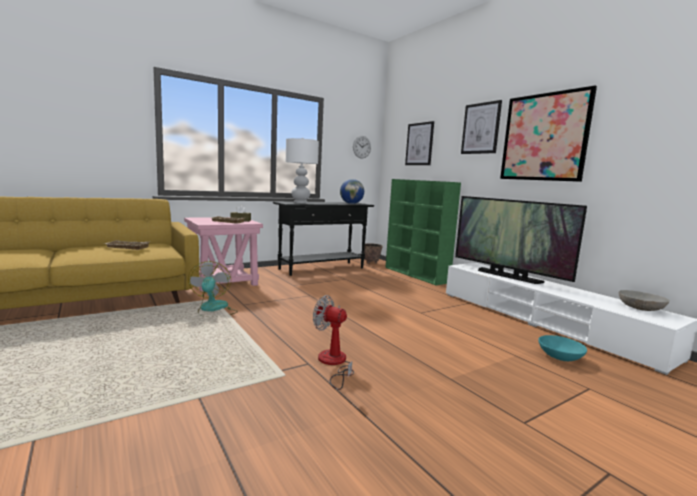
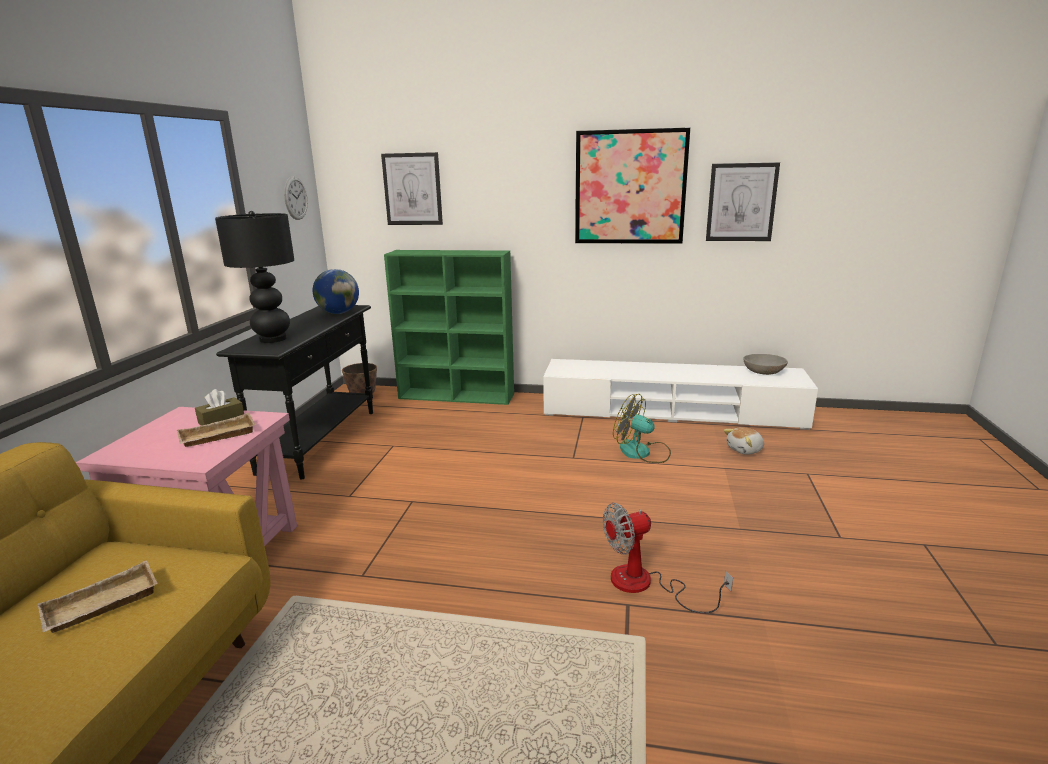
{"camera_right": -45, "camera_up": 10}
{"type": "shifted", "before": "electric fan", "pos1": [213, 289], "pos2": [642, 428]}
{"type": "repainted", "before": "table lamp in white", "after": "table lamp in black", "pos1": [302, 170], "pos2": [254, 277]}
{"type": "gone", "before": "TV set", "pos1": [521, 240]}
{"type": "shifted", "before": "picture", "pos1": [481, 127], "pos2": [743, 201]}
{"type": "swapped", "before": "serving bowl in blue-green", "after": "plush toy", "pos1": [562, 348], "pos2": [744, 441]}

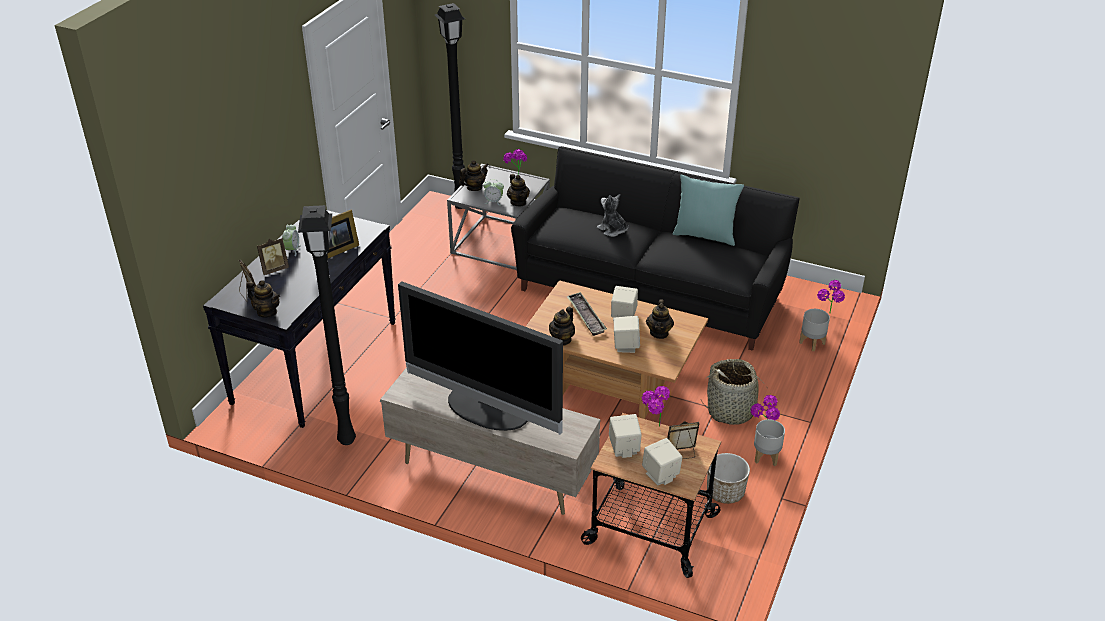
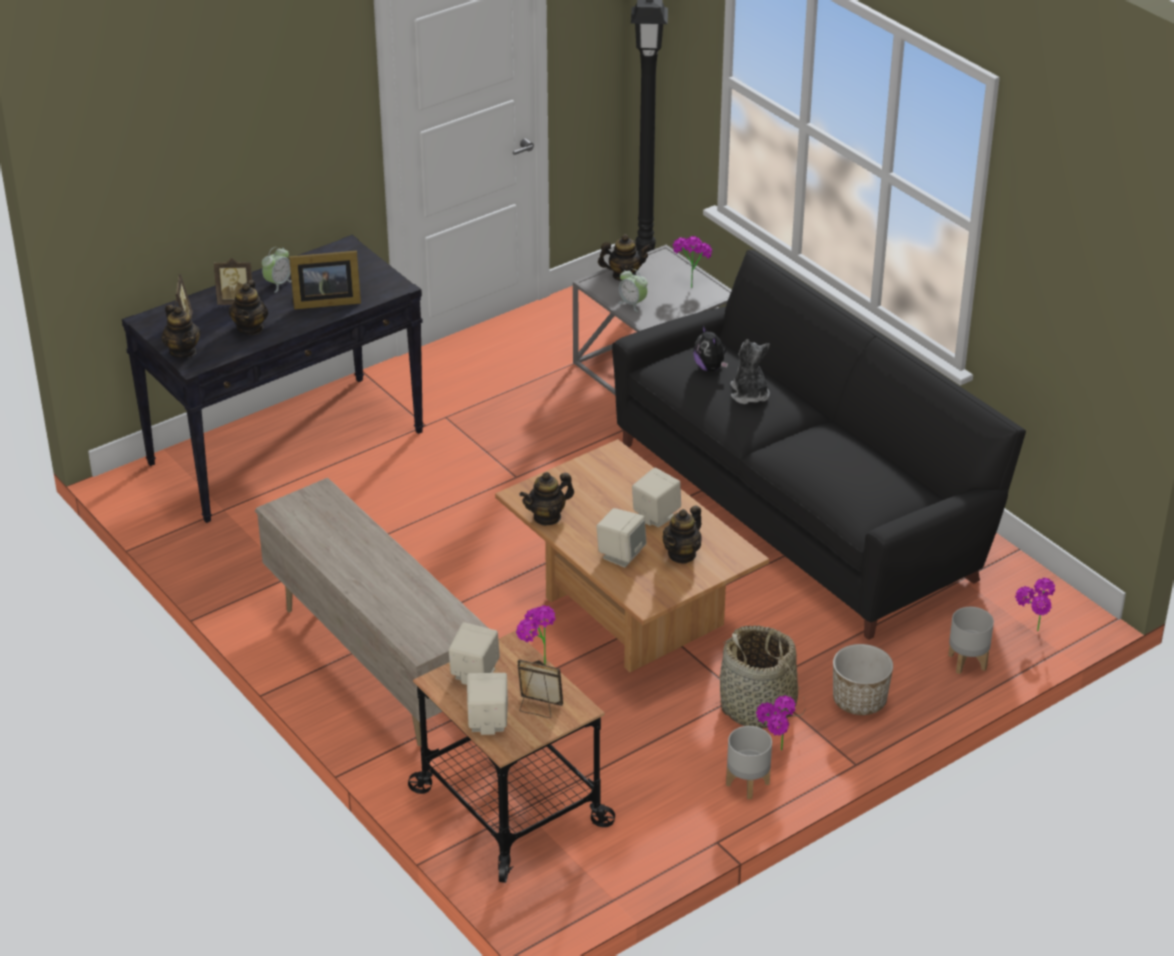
{"camera_right": 30, "camera_up": 0}
{"type": "gone", "before": "standing lamp in black", "pos1": [327, 325]}
{"type": "gone", "before": "TV set", "pos1": [480, 358]}
{"type": "shifted", "before": "teapot", "pos1": [518, 190], "pos2": [248, 307]}
{"type": "gone", "before": "tray", "pos1": [586, 314]}
{"type": "gone", "before": "pillow in blue-green", "pos1": [708, 210]}
{"type": "shifted", "before": "plant pot", "pos1": [728, 478], "pos2": [863, 679]}
{"type": "new", "after": "plush toy", "pos2": [710, 349]}

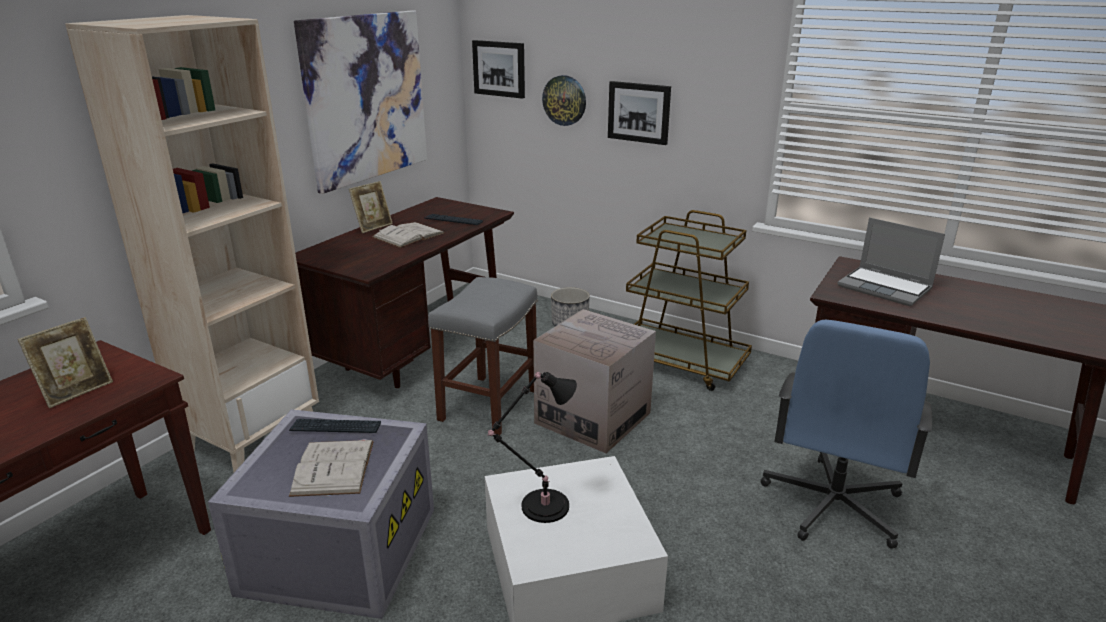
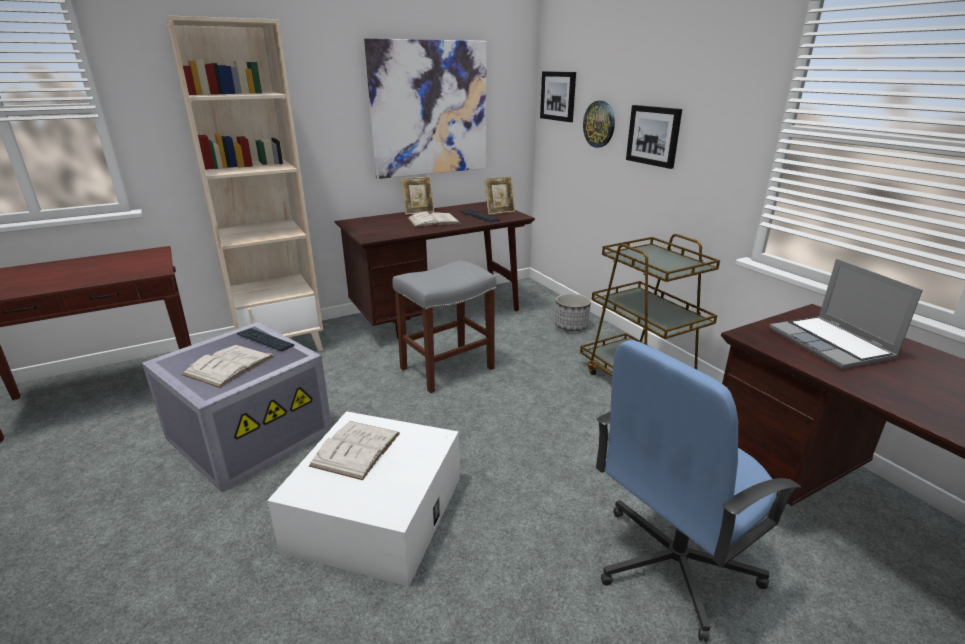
{"camera_right": 30, "camera_up": 0}
{"type": "shifted", "before": "standing frame", "pos1": [65, 362], "pos2": [499, 195]}
{"type": "swapped", "before": "table lamp in black", "after": "bound book in white", "pos1": [532, 447], "pos2": [354, 450]}
{"type": "gone", "before": "cardboard box", "pos1": [594, 381]}

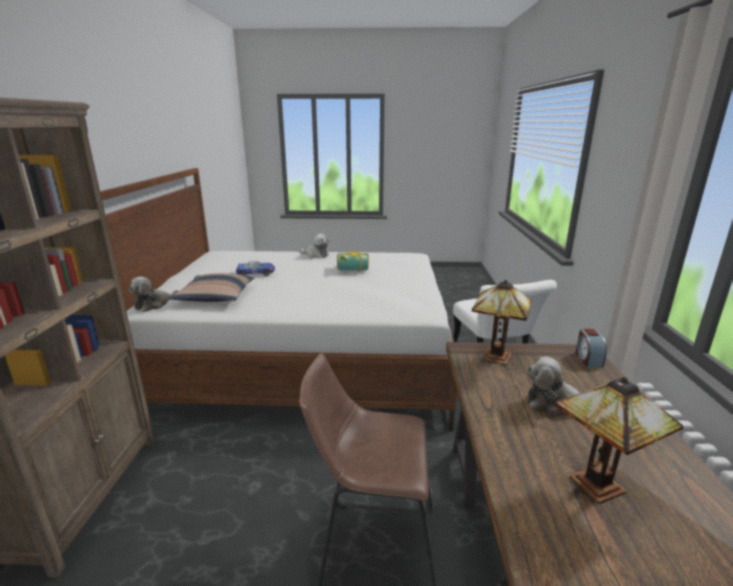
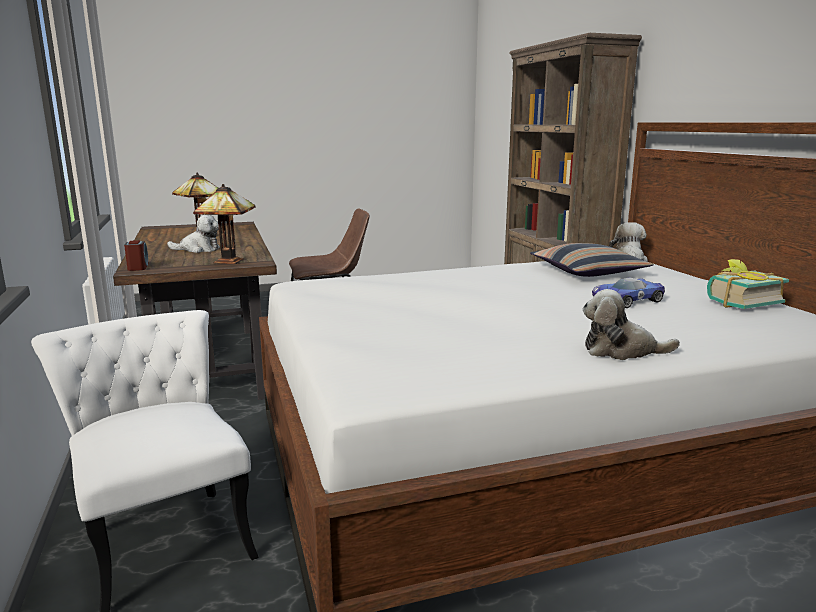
{"camera_right": 160, "camera_up": -5}
{"type": "shifted", "before": "bound book", "pos1": [353, 261], "pos2": [748, 284]}

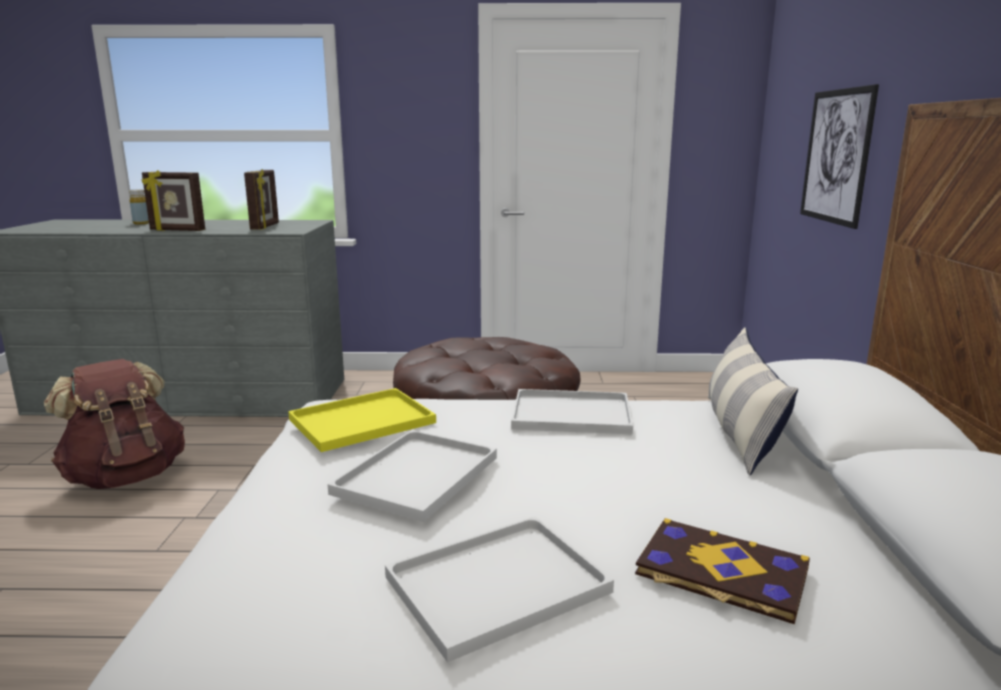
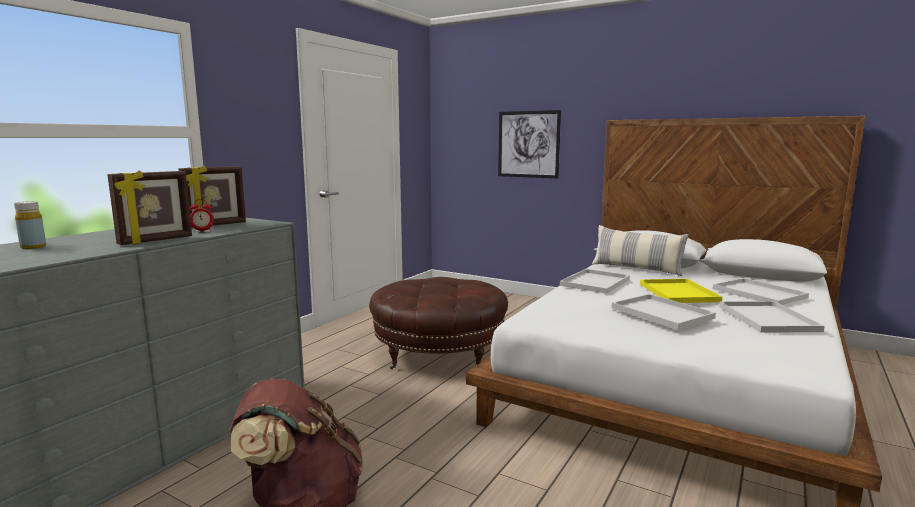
{"camera_right": -60, "camera_up": -5}
{"type": "rotated", "before": "standing frame", "pos1": [261, 199], "pos2": [212, 196], "turn": 105}
{"type": "shifted", "before": "tray in yellow-coloured", "pos1": [362, 420], "pos2": [681, 291]}
{"type": "swapped", "before": "bound book", "after": "tray in white", "pos1": [722, 571], "pos2": [761, 291]}
{"type": "new", "after": "bedside clock", "pos2": [201, 215]}

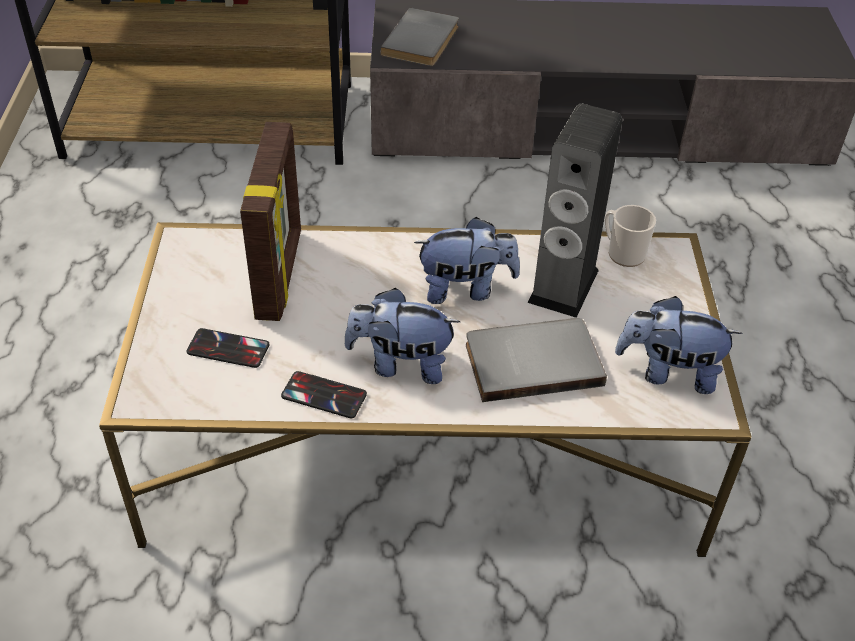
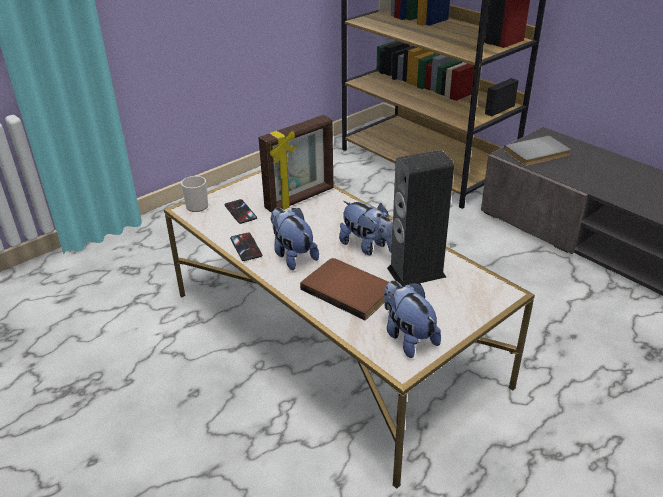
{"camera_right": 50, "camera_up": -10}
{"type": "repainted", "before": "bound book in grey", "after": "bound book in brownish", "pos1": [536, 360], "pos2": [344, 289]}
{"type": "shifted", "before": "tea mug", "pos1": [630, 236], "pos2": [194, 194]}

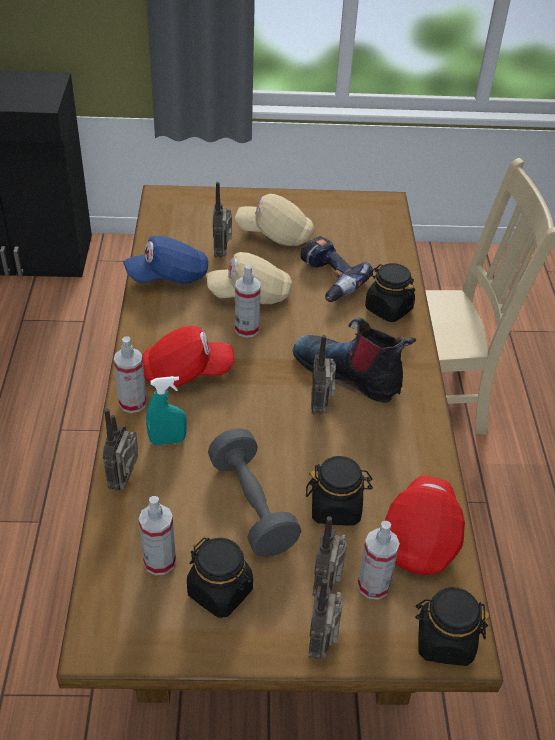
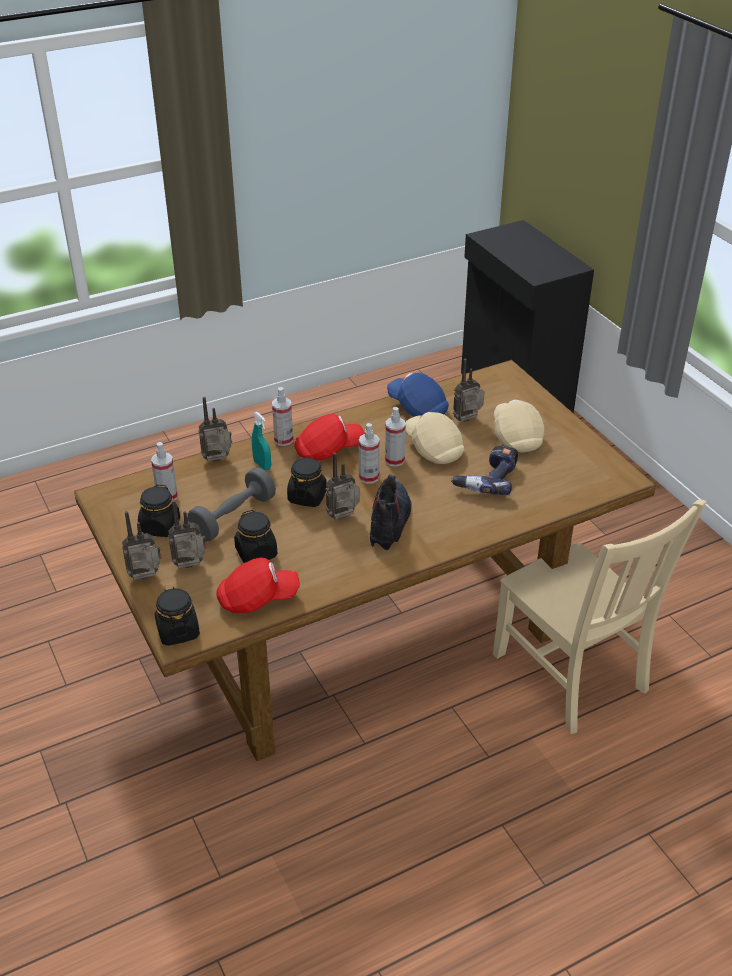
{"camera_right": 65, "camera_up": -5}
{"type": "rotated", "before": "peaked cap in red", "pos1": [188, 356], "pos2": [329, 437], "turn": -75}
{"type": "shifted", "before": "spray bottle", "pos1": [379, 560], "pos2": [369, 453]}
{"type": "shifted", "before": "jar in black", "pos1": [390, 292], "pos2": [307, 482]}

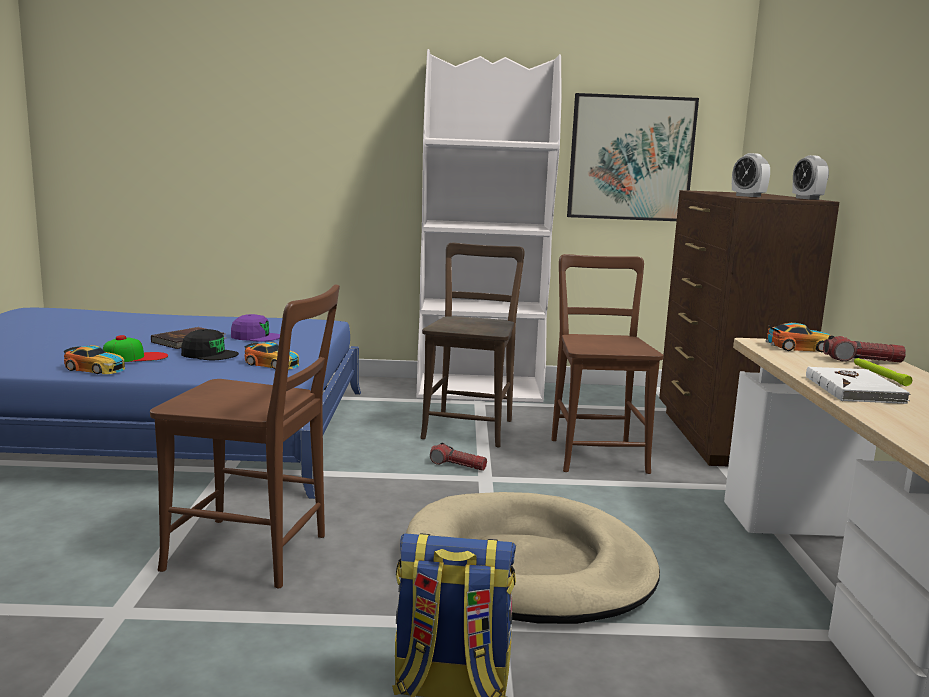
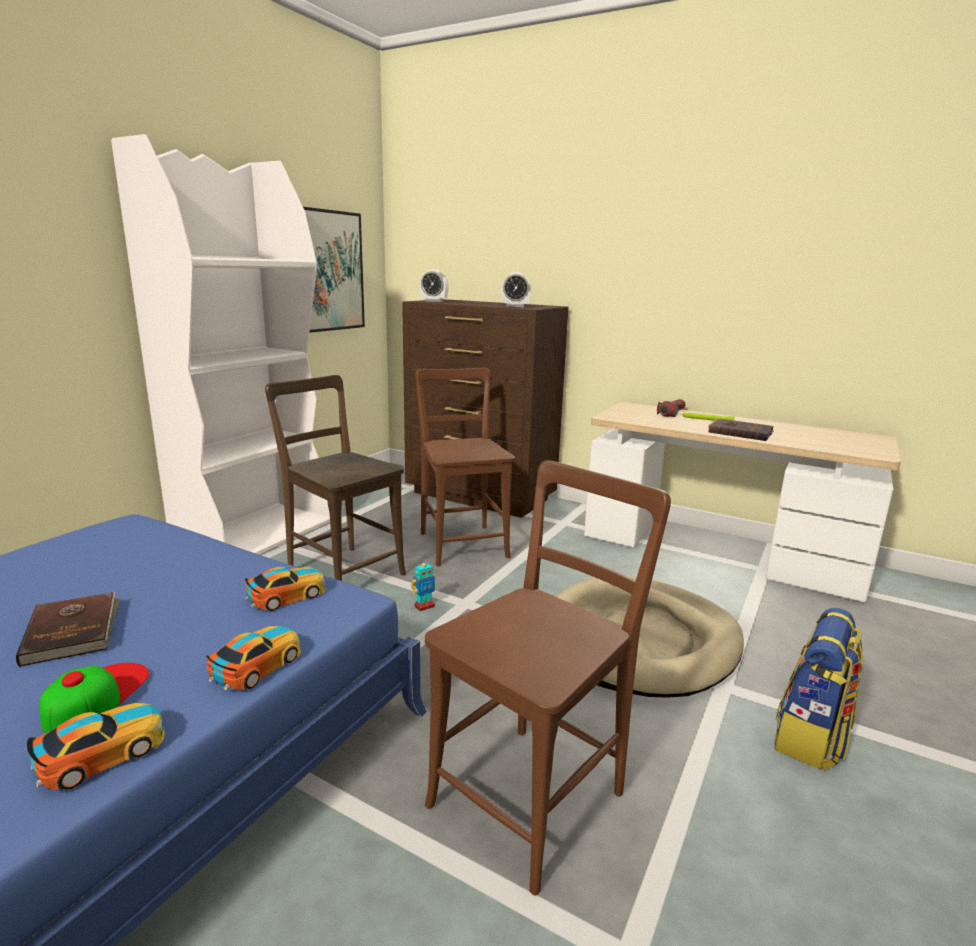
{"camera_right": -60, "camera_up": 5}
{"type": "gone", "before": "peaked cap in black", "pos1": [210, 344]}
{"type": "gone", "before": "peaked cap in purple", "pos1": [255, 328]}
{"type": "swapped", "before": "flashlight", "after": "toy robot", "pos1": [458, 457], "pos2": [423, 586]}
{"type": "rotated", "before": "chair in brownish", "pos1": [607, 364], "pos2": [465, 467], "turn": 45}
{"type": "shifted", "before": "model car", "pos1": [798, 337], "pos2": [253, 658]}
{"type": "shifted", "before": "bedside clock", "pos1": [810, 177], "pos2": [434, 285]}
{"type": "repainted", "before": "bound book in white", "after": "bound book in brownish", "pos1": [858, 385], "pos2": [741, 429]}

